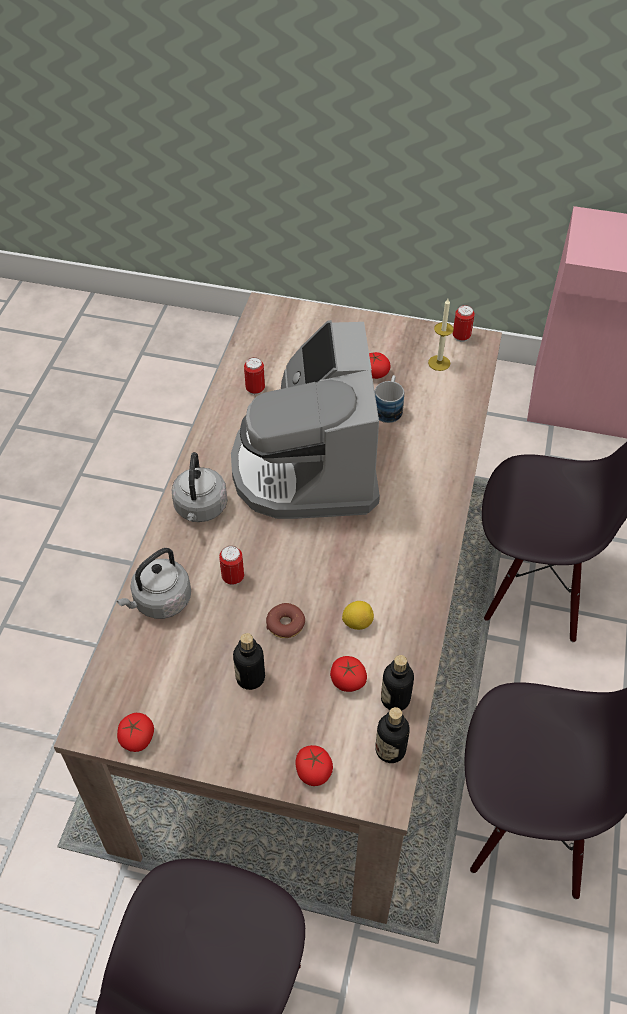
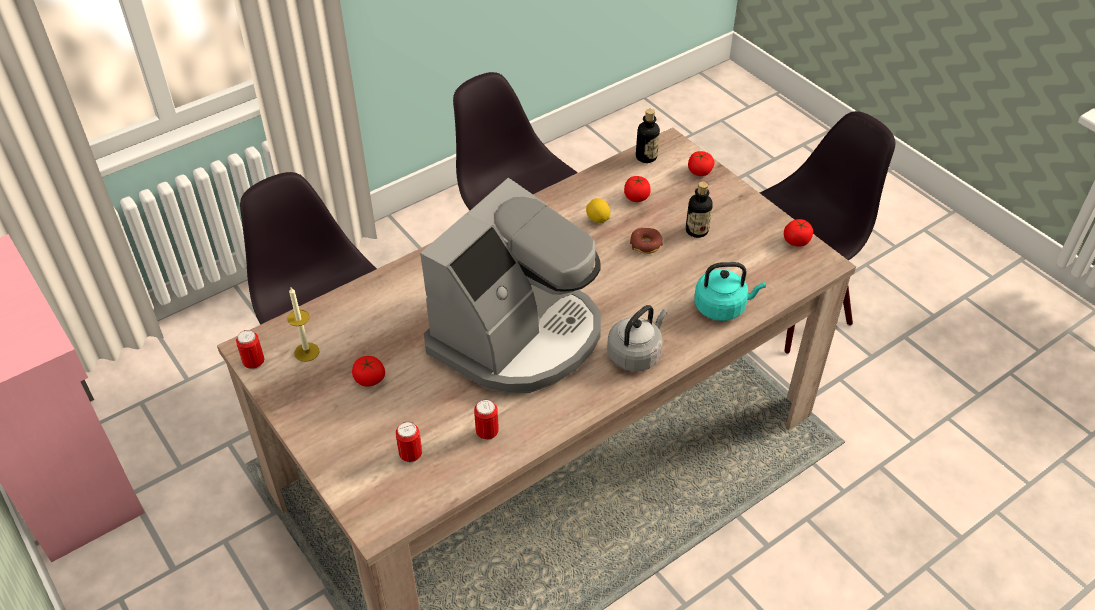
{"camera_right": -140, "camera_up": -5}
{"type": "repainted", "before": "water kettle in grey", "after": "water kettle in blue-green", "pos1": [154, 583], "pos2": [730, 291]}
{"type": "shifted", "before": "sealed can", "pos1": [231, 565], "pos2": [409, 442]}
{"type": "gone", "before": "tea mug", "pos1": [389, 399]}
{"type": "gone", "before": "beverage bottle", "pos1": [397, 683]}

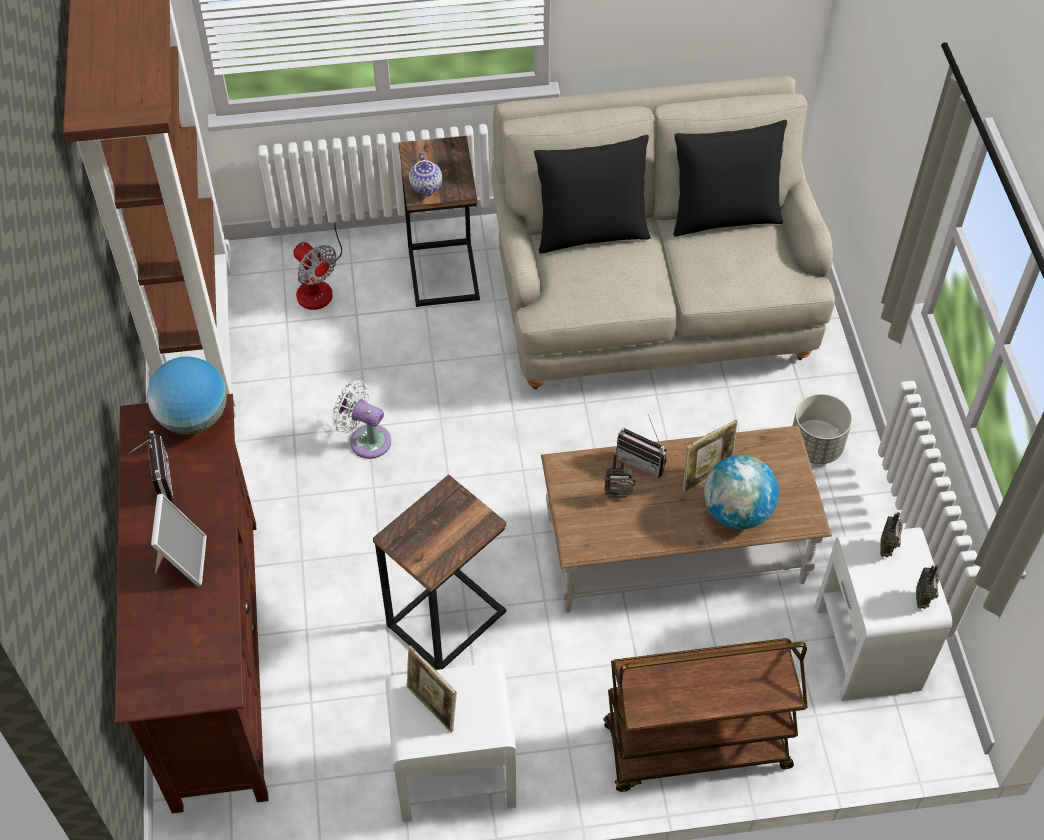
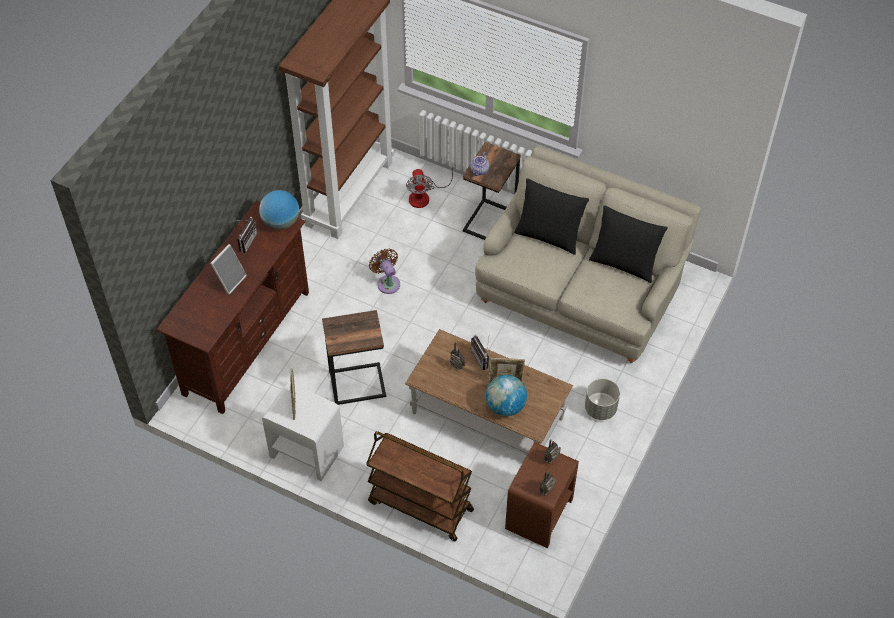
{"camera_right": 35, "camera_up": 0}
{"type": "repainted", "before": "electric fan in white", "after": "electric fan in brownish", "pos1": [361, 419], "pos2": [384, 271]}
{"type": "repainted", "before": "bedside table in white", "after": "bedside table in brownish", "pos1": [883, 614], "pos2": [542, 495]}

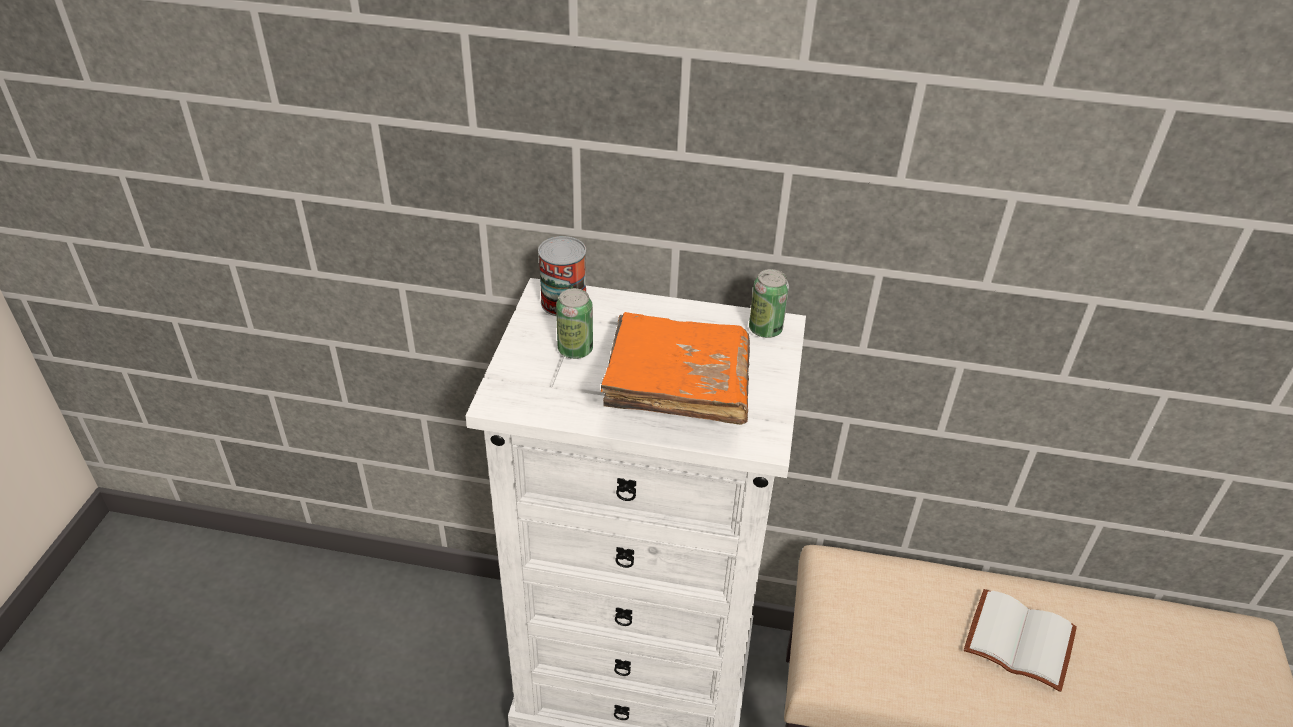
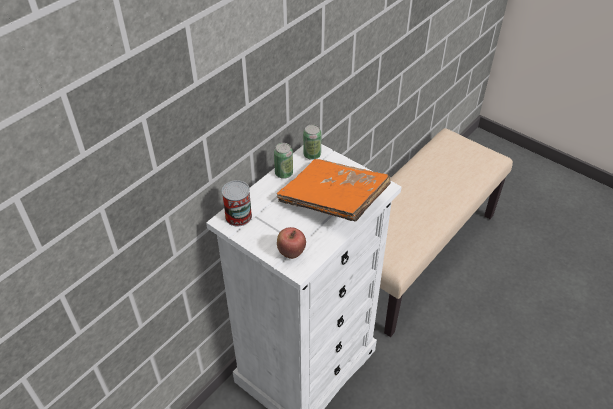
{"camera_right": -60, "camera_up": 5}
{"type": "shifted", "before": "sealed can", "pos1": [574, 323], "pos2": [283, 161]}
{"type": "gone", "before": "bound book in white", "pos1": [1020, 640]}
{"type": "new", "after": "apple", "pos2": [291, 243]}

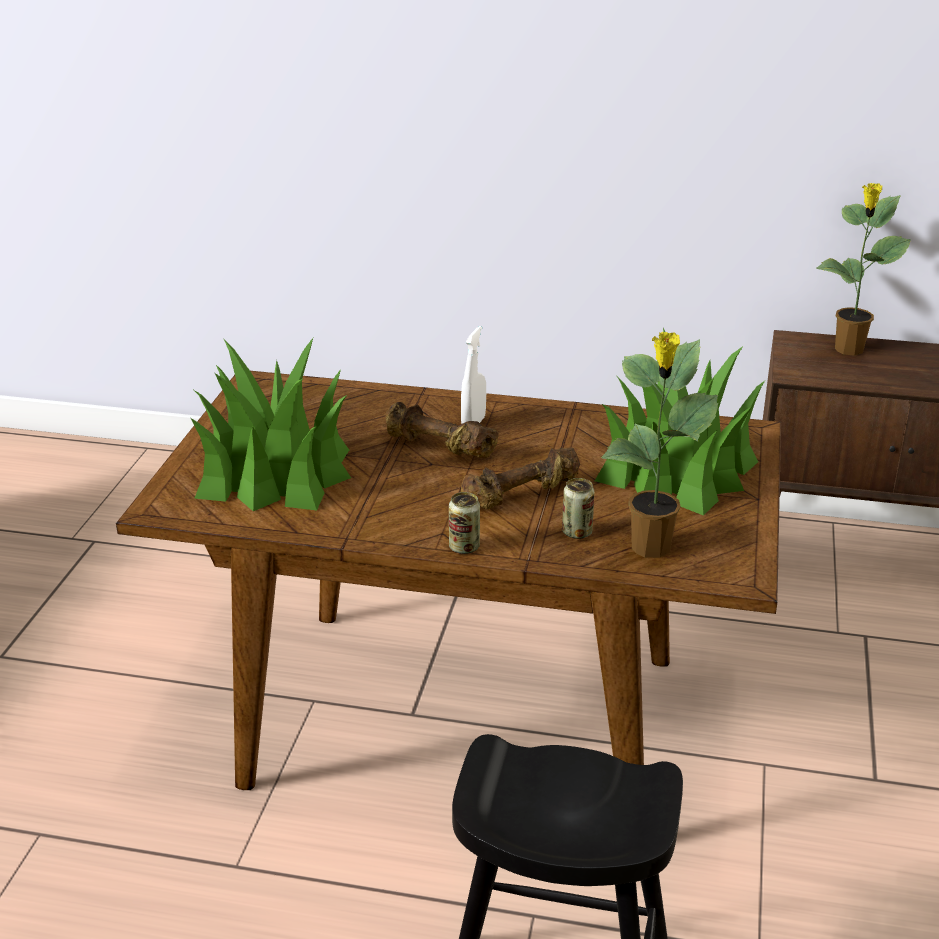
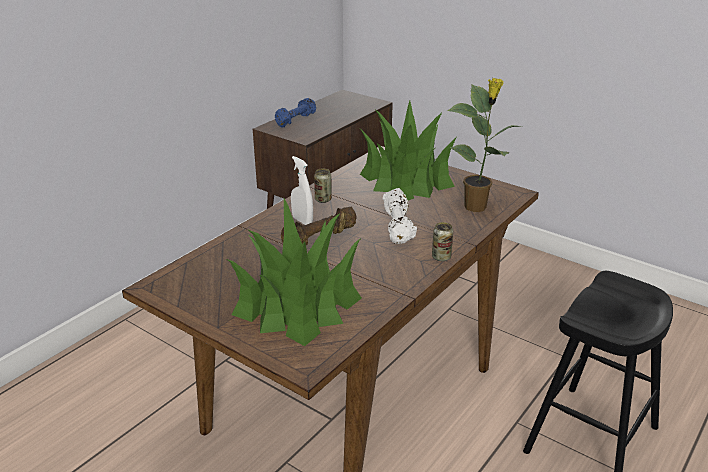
{"camera_right": -65, "camera_up": 0}
{"type": "repainted", "before": "free weight in brownish", "after": "free weight in white", "pos1": [520, 478], "pos2": [400, 216]}
{"type": "shifted", "before": "sealed can", "pos1": [578, 508], "pos2": [323, 185]}
{"type": "swapped", "before": "houseplant", "after": "free weight in bluish", "pos1": [863, 269], "pos2": [295, 113]}

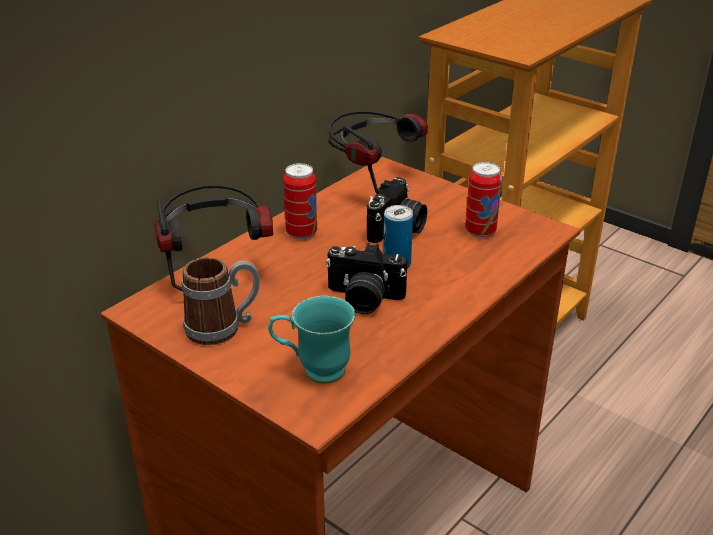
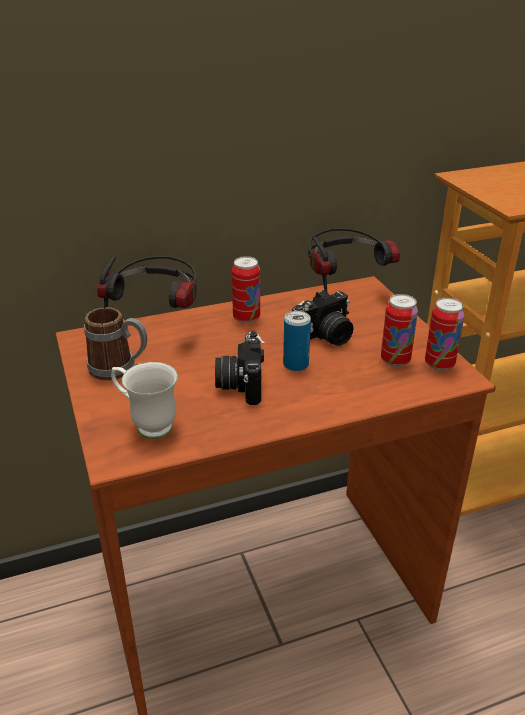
{"camera_right": 30, "camera_up": 0}
{"type": "repainted", "before": "tea mug in blue-green", "after": "tea mug in white", "pos1": [311, 340], "pos2": [144, 400]}
{"type": "rotated", "before": "still camera", "pos1": [366, 278], "pos2": [240, 368], "turn": 45}
{"type": "new", "after": "sealed can", "pos2": [445, 334]}

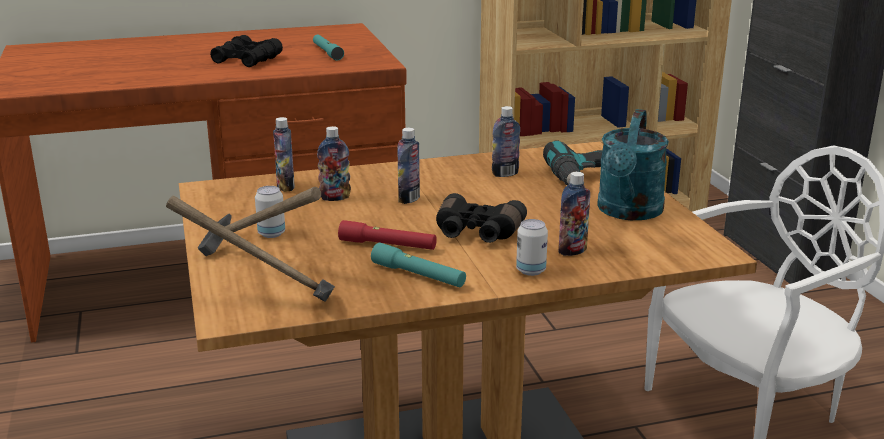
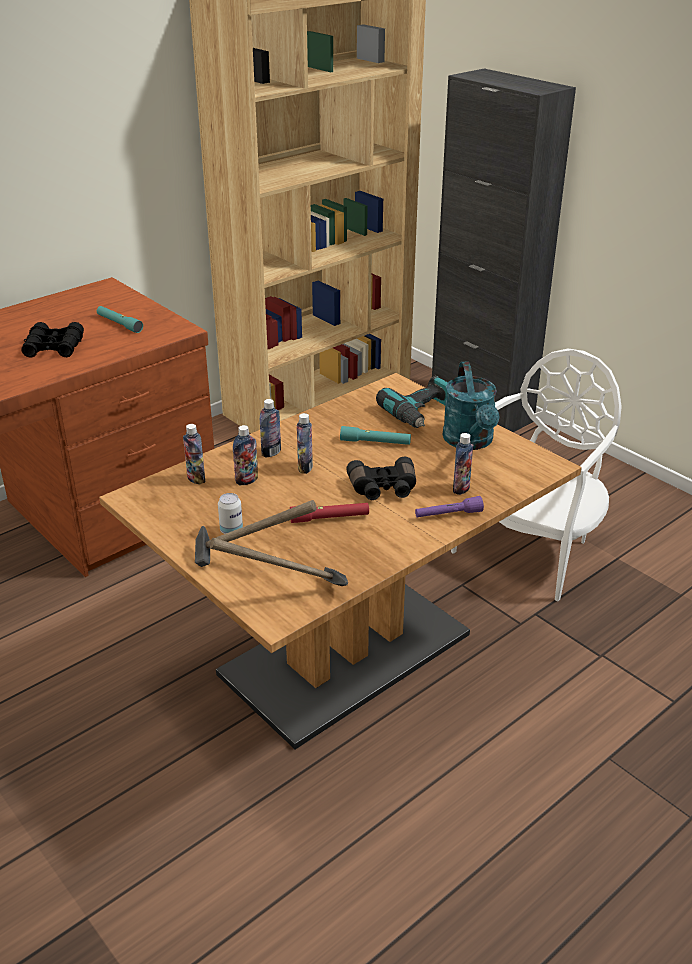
{"camera_right": -25, "camera_up": 10}
{"type": "shifted", "before": "flashlight in blue-green", "pos1": [418, 265], "pos2": [375, 435]}
{"type": "shifted", "before": "beverage bottle", "pos1": [506, 141], "pos2": [270, 428]}
{"type": "swapped", "before": "sealed can", "after": "flashlight in purple", "pos1": [532, 247], "pos2": [449, 506]}

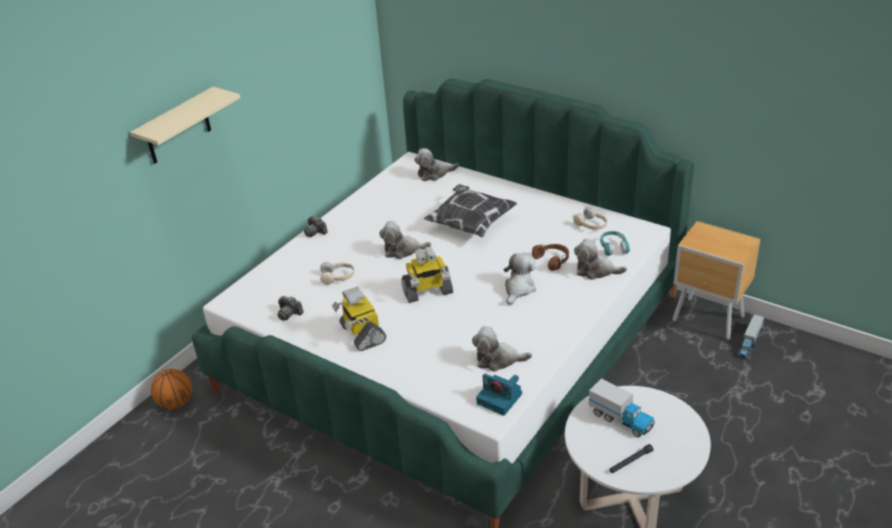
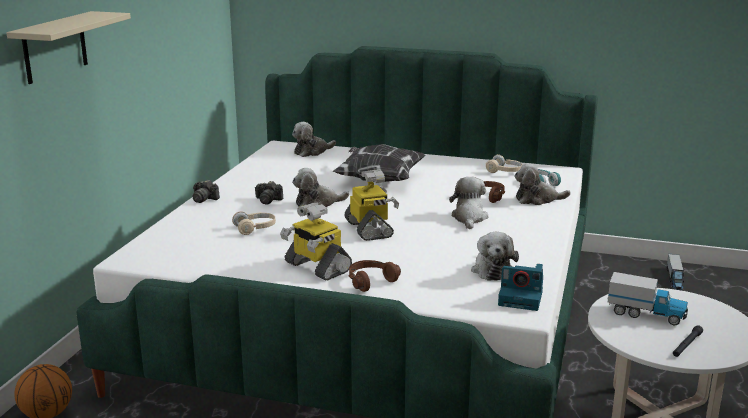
{"camera_right": -20, "camera_up": -15}
{"type": "shifted", "before": "still camera", "pos1": [291, 308], "pos2": [269, 193]}
{"type": "rotated", "before": "toy robot", "pos1": [427, 275], "pos2": [371, 205], "turn": -75}
{"type": "rotated", "before": "plush toy", "pos1": [502, 349], "pos2": [495, 256], "turn": -75}
{"type": "gone", "before": "bedside table in brownish", "pos1": [717, 280]}
{"type": "new", "after": "headset in brownish", "pos2": [375, 276]}

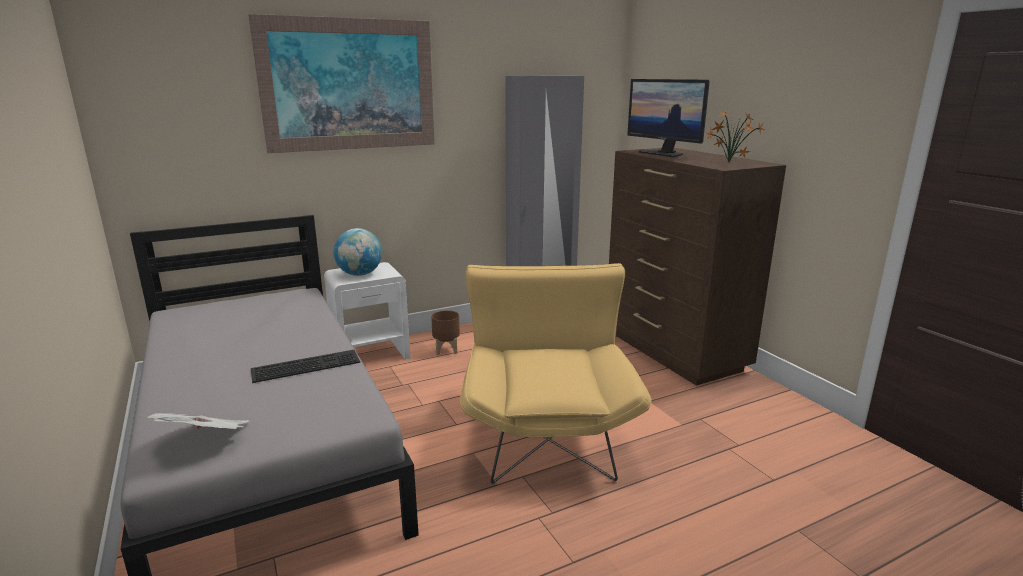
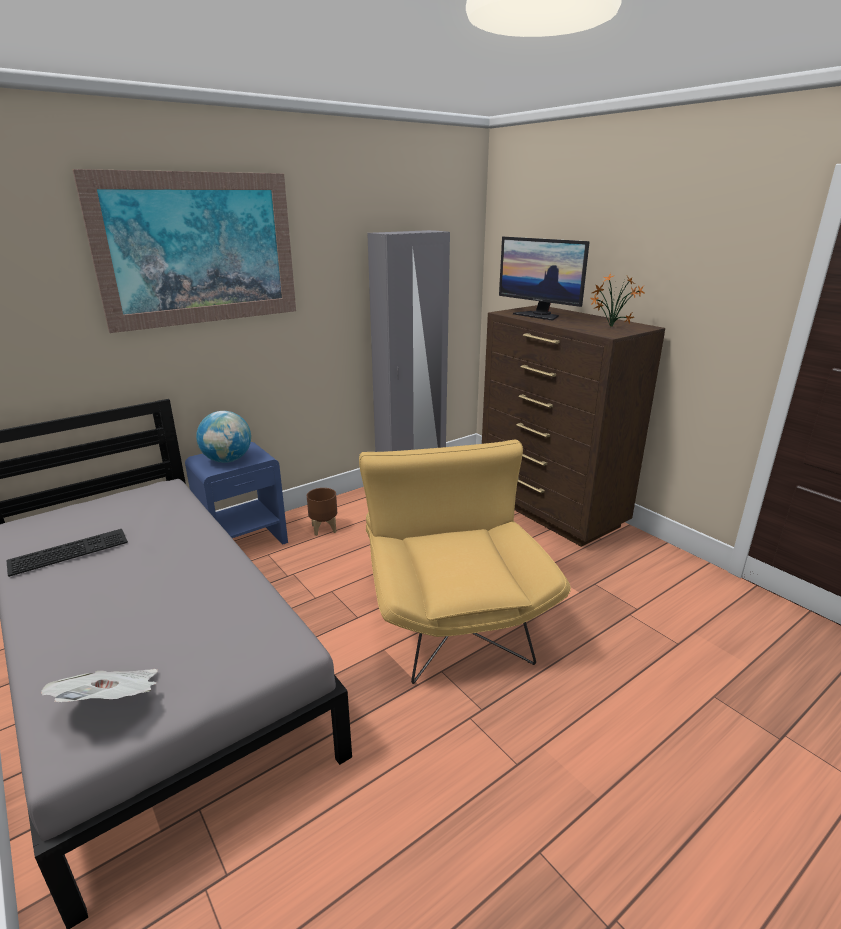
{"camera_right": -10, "camera_up": 5}
{"type": "shifted", "before": "keyboard", "pos1": [305, 366], "pos2": [67, 553]}
{"type": "repainted", "before": "bedside table in white", "after": "bedside table in bluish", "pos1": [367, 311], "pos2": [236, 493]}

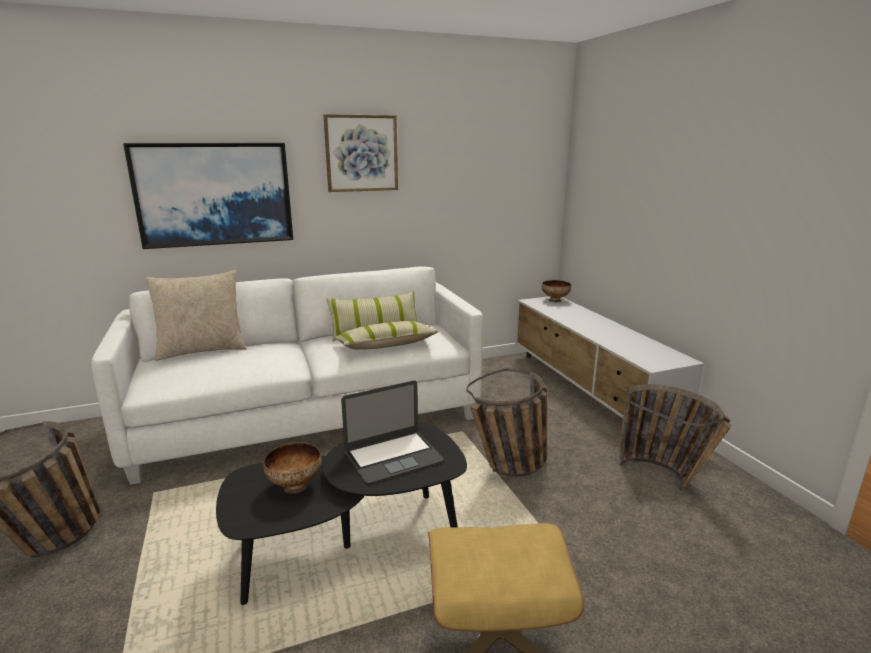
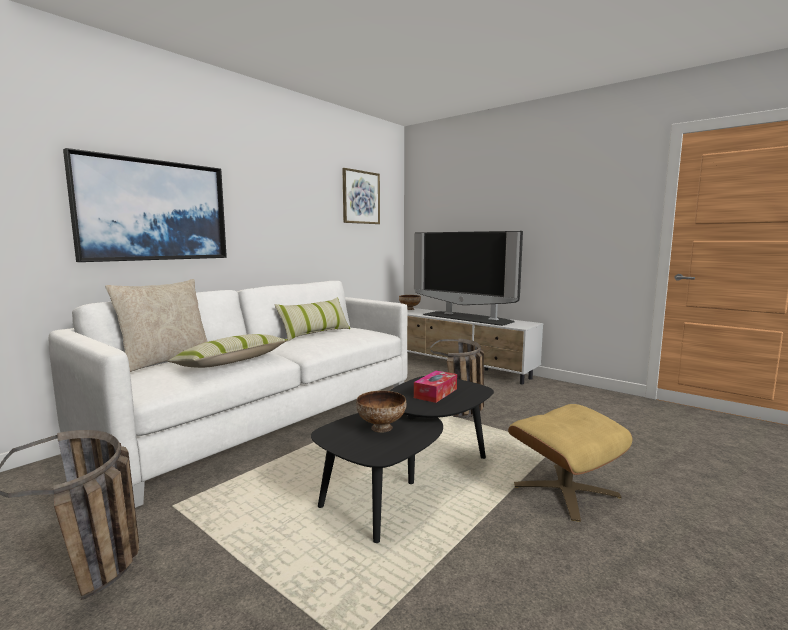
{"camera_right": -30, "camera_up": -10}
{"type": "shifted", "before": "picture", "pos1": [360, 153], "pos2": [361, 196]}
{"type": "shifted", "before": "pillow", "pos1": [386, 335], "pos2": [227, 351]}
{"type": "swapped", "before": "laptop", "after": "box of tissues", "pos1": [392, 432], "pos2": [435, 387]}
{"type": "gone", "before": "household basket", "pos1": [675, 437]}
{"type": "new", "after": "TV set", "pos2": [468, 278]}

